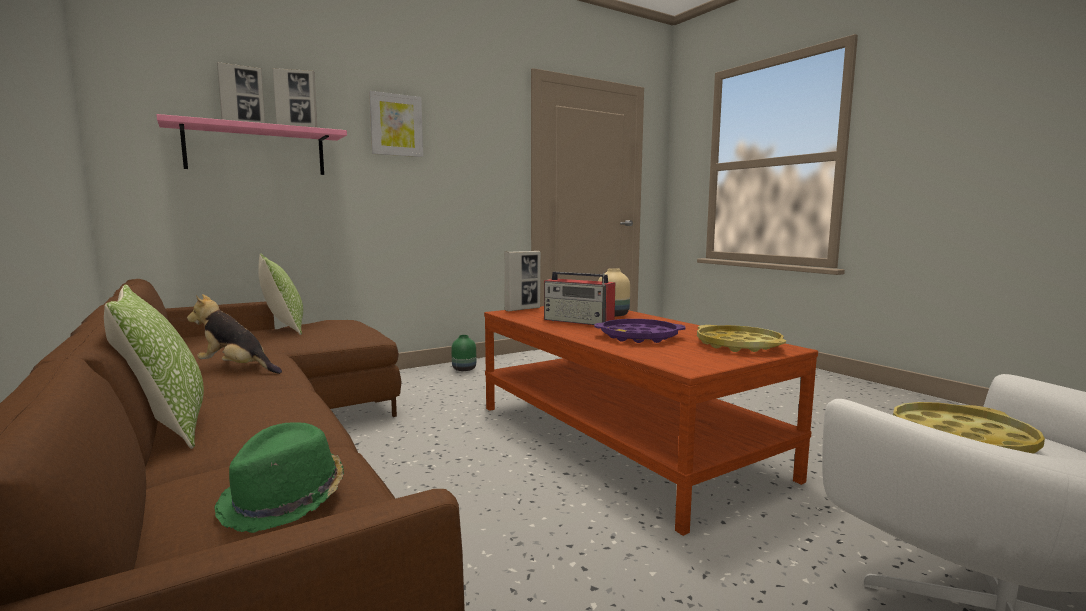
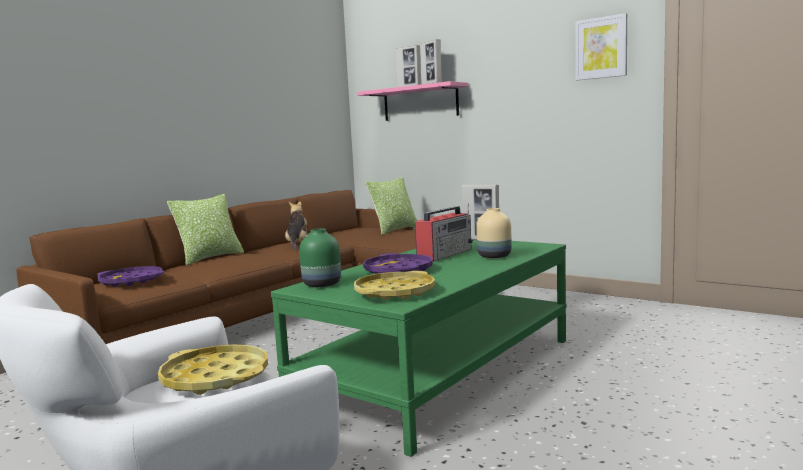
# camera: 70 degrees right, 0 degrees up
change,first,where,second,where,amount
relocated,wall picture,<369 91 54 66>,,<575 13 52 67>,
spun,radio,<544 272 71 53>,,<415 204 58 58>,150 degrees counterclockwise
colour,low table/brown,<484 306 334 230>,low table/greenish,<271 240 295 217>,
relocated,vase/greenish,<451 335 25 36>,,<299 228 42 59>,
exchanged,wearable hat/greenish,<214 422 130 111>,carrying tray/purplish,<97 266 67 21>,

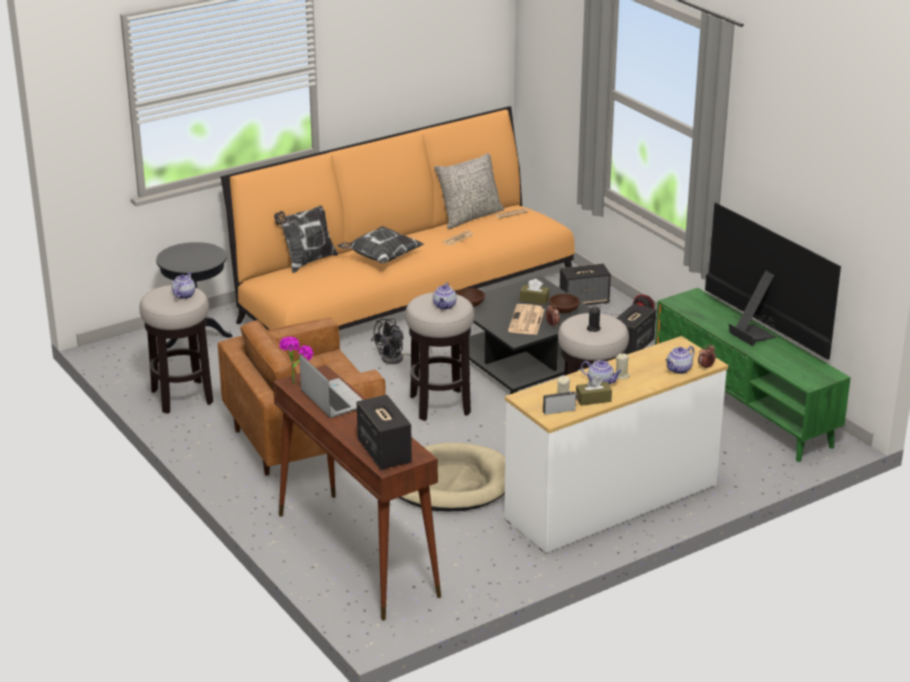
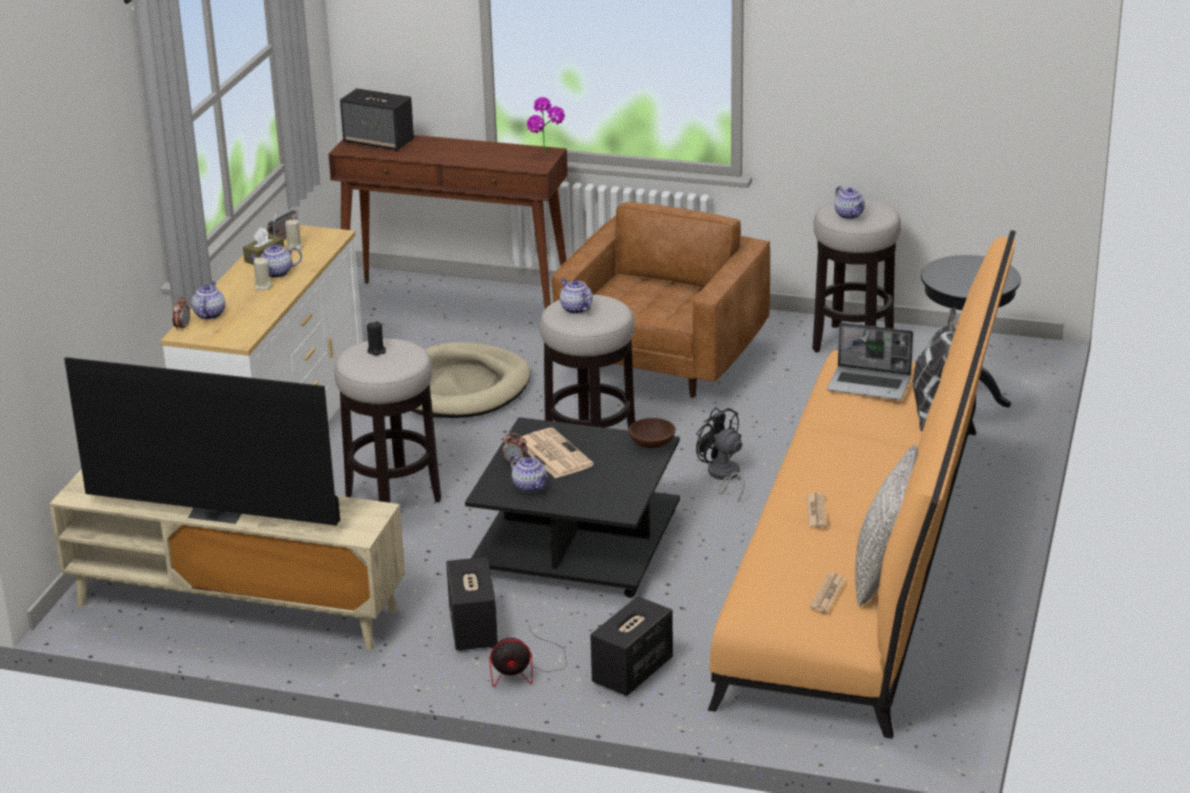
# camera: 140 degrees right, 0 degrees up
change,first,where,second,where,amount
missing,pillow,<338 226 86 37>,,,
missing,box of tissues/brown,<520 279 29 26>,,,
colour,tv stand/greenish,<655 288 196 174>,tv stand/beige,<49 469 356 181>,
exchanged,deep dish/brown,<549 294 31 19>,tea pot,<510 455 38 38>,
spun,electric fan/black-coloured,<371 318 61 46>,,<696 408 49 94>,45 degrees counterclockwise
relocated,laptop,<299 354 64 64>,,<827 322 86 78>,

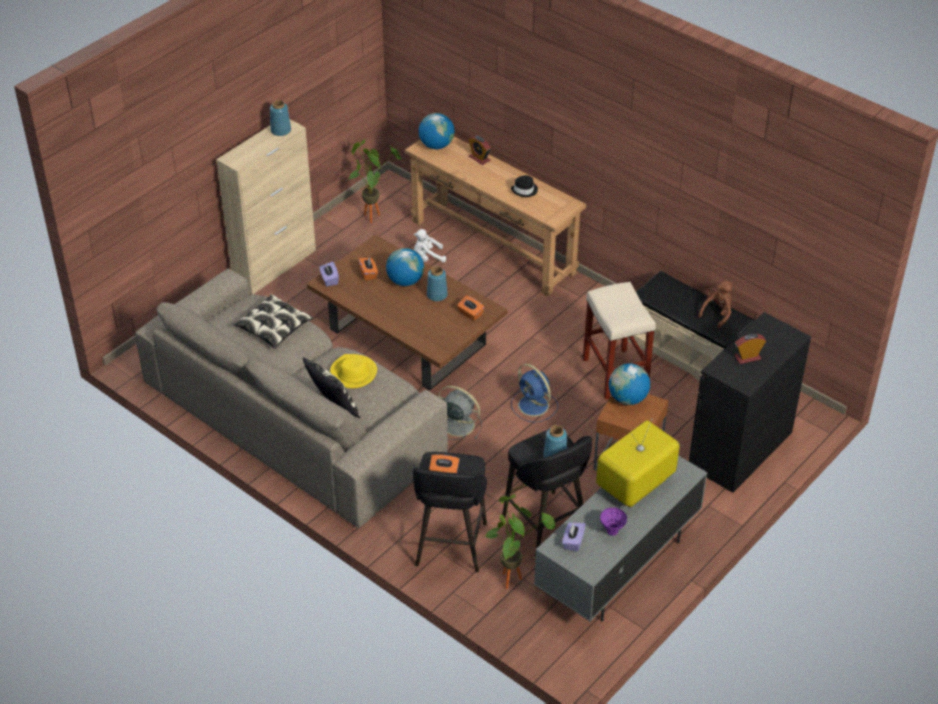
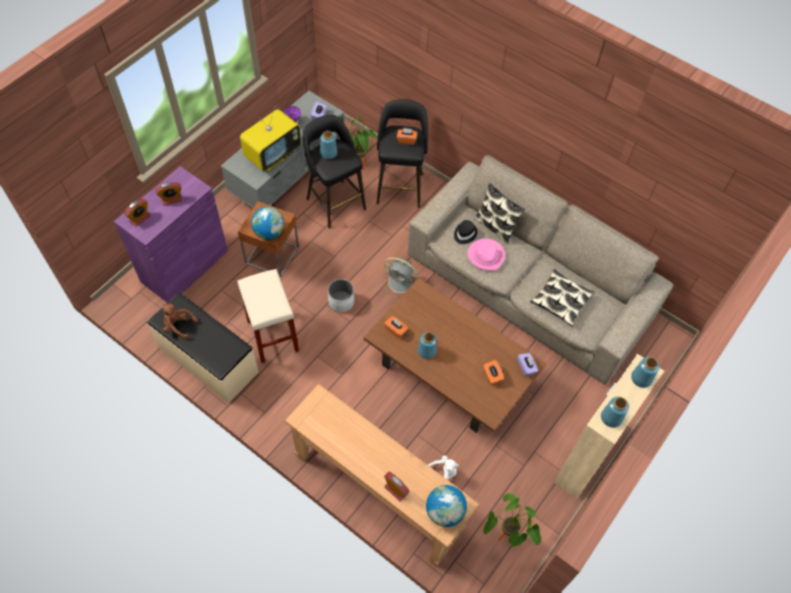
# camera: 175 degrees right, 15 degrees up
change,first,where,second,where,amount
relocated,wearable hat/black-coloured,<511 175 27 22>,,<454 220 23 24>,
missing,world globe,<386 248 38 38>,,,
spun,plush toy/brown,<698 281 35 47>,,<162 304 36 36>,75 degrees clockwise
colour,storage cabinet/black-coloured,<689 312 122 181>,storage cabinet/purplish,<114 166 114 137>,
colour,wearable hat/yellow-coloured,<330 354 47 34>,wearable hat/pinkish,<468 239 37 32>,
exchanged,electric fan/blue-coloured,<511 364 47 59>,flower pot/whitish,<328 279 26 33>,
appeared,,,bedside clock,<124 199 27 28>,
appeared,,,vase/blue-coloured,<631 357 29 31>,

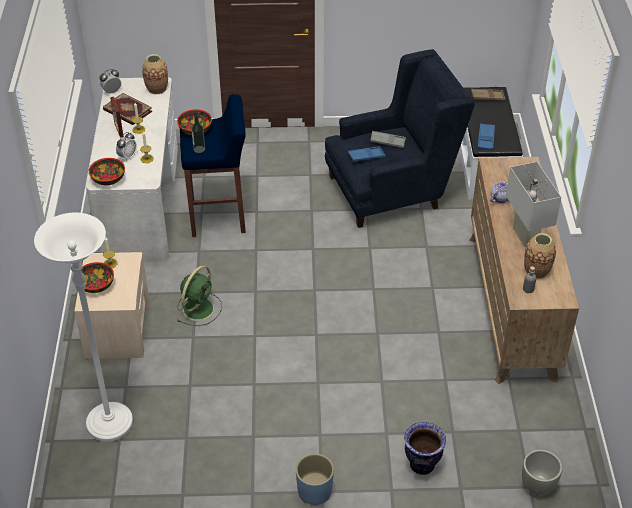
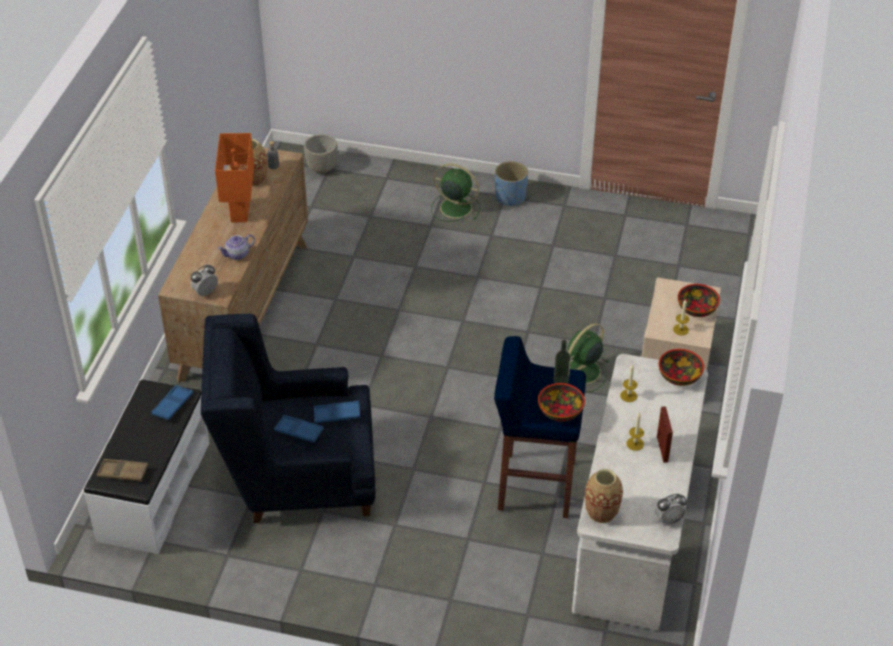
# camera: 165 degrees left, 0 degrees up
change,first,where,second,where,amount
missing,volume,<103 93 49 32>,,,
colour,carrying tray/greyish,<370 131 36 17>,carrying tray/blue-coloured,<274 415 50 28>,
relocated,bedside clock,<116 132 21 29>,,<191 265 27 31>,
colour,table lamp/whitish,<506 162 55 85>,table lamp/orangey,<215 133 39 89>,
missing,standard lamp/whitish,<34 212 99 230>,,,
missing,vase,<404 422 42 53>,,,
appeared,,,electric fan/greenish,<431 163 49 59>,

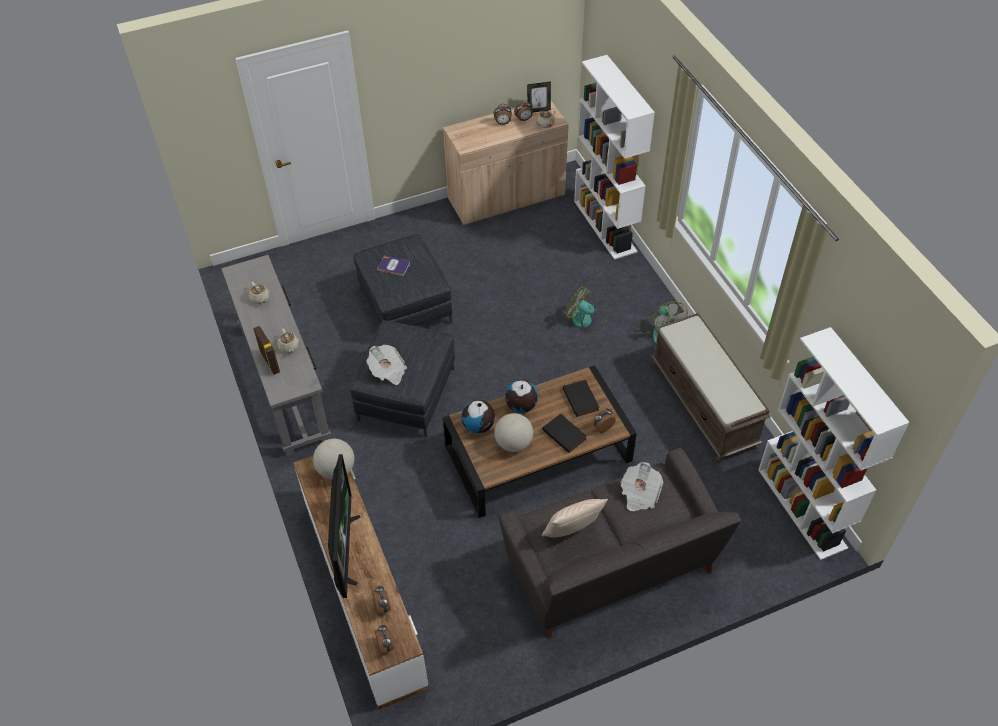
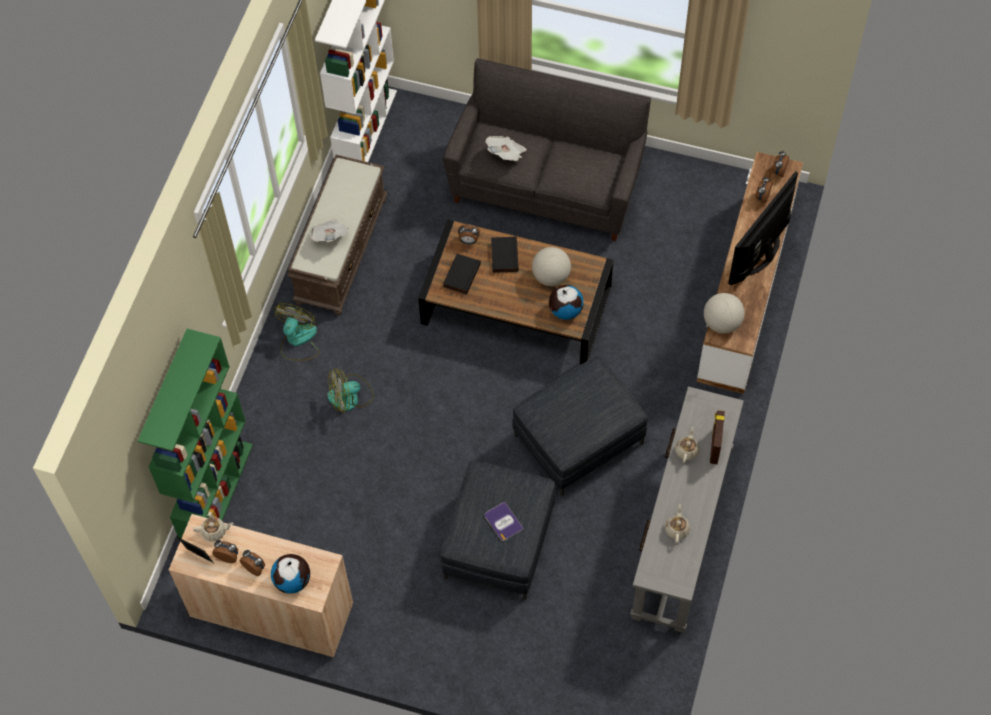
# camera: 140 degrees left, 10 degrees up
change,first,where,second,where,amount
colour,bookcase/whitish,<574 55 81 205>,bookcase/greenish,<138 329 115 209>,
spun,electric fan,<565 286 42 47>,,<327 368 47 44>,90 degrees clockwise
relocated,newspaper,<366 345 41 40>,,<310 219 39 23>,
relocated,world globe,<505 380 33 33>,,<271 554 39 40>,
missing,pillow/beige,<542 499 66 39>,,,

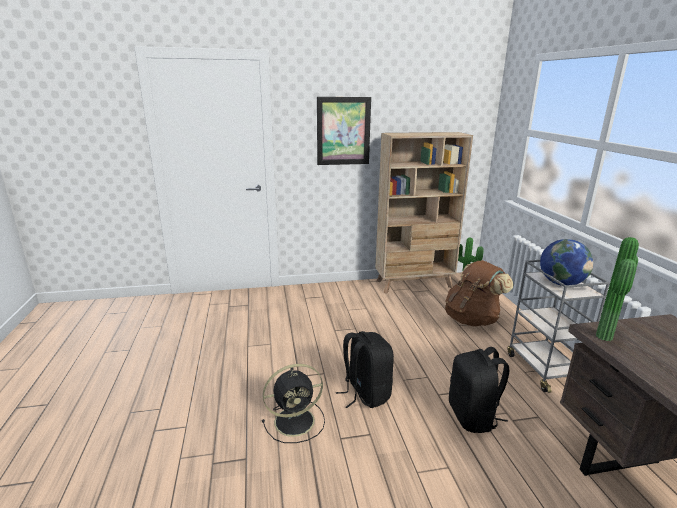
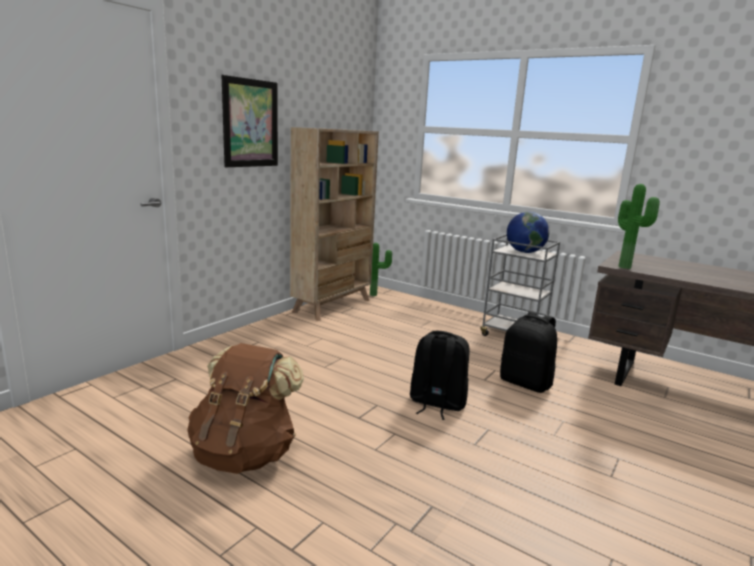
# camera: 45 degrees left, 5 degrees down
change,first,where,second,where,amount
relocated,rucksack/brown,<445 260 69 66>,,<187 343 117 131>,
missing,electric fan/black-coloured,<262 364 63 79>,,,

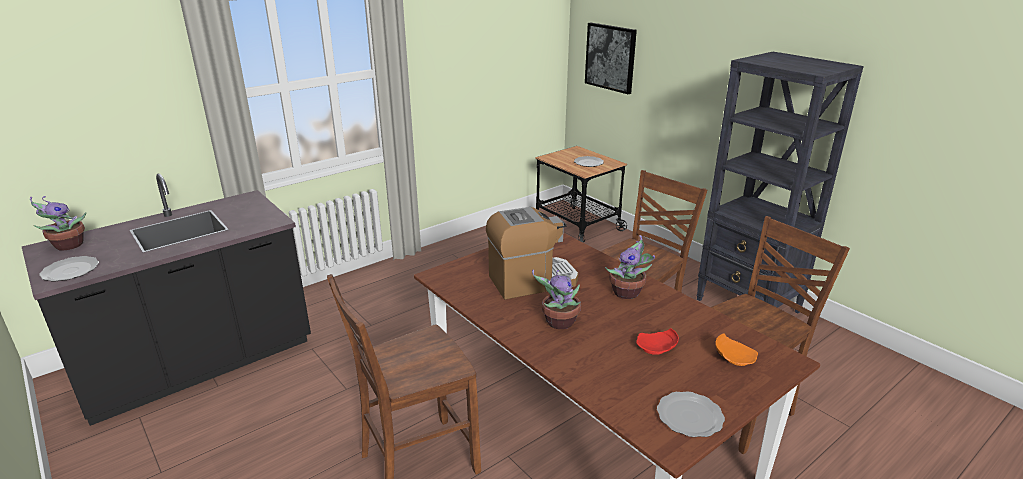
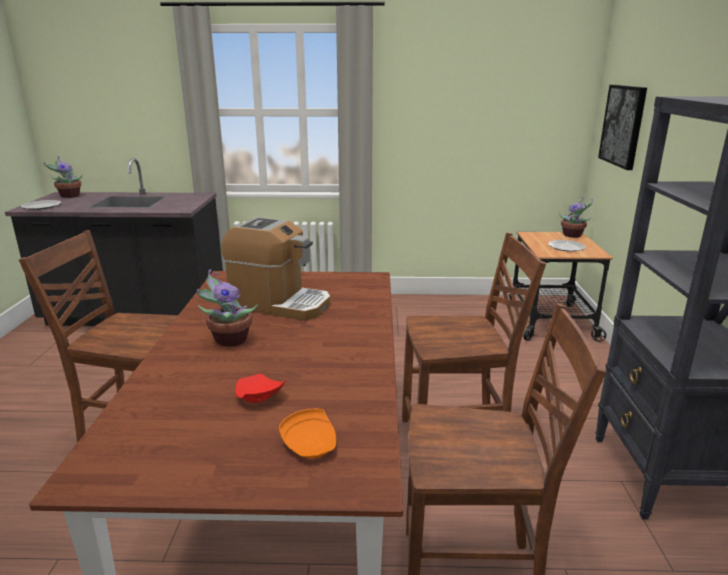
# camera: 40 degrees right, 5 degrees down
change,first,where,second,where,amount
relocated,plant in a pot,<605 235 50 64>,,<559 197 34 41>,
missing,plate,<657 391 68 46>,,,

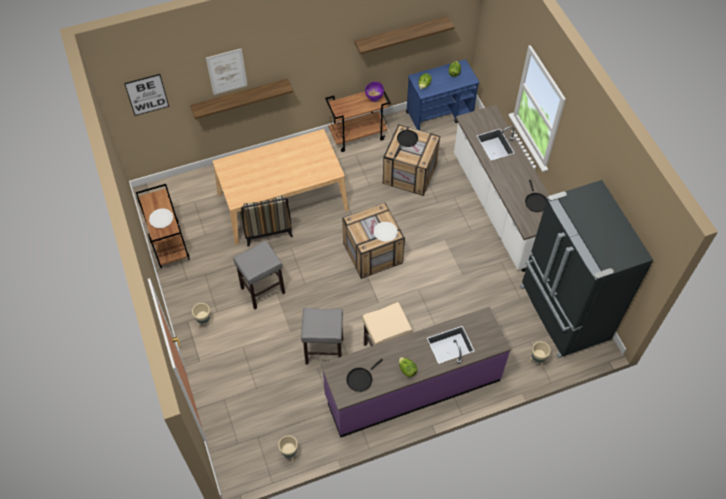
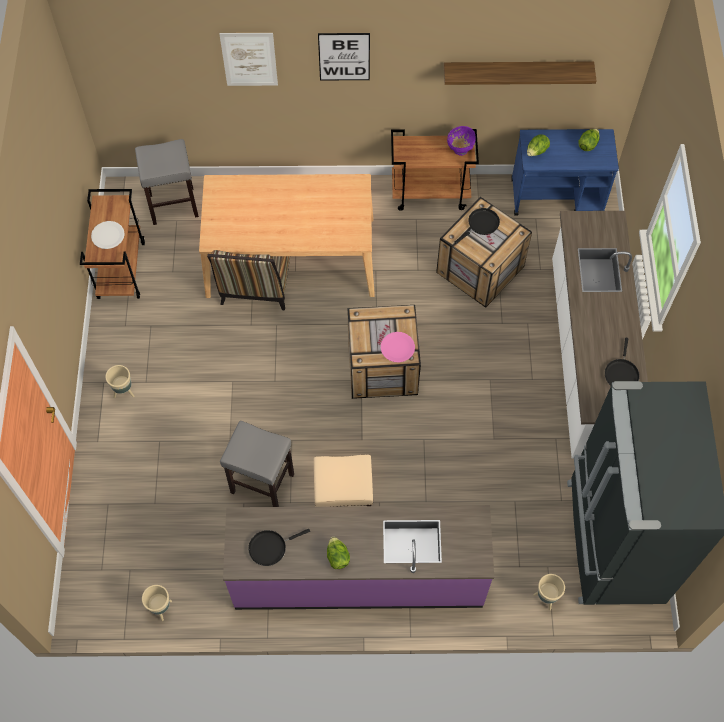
# camera: 20 degrees right, 5 degrees up
change,first,where,second,where,amount
relocated,wall picture,<124 74 45 42>,,<318 33 52 47>,
missing,wall shelf,<190 79 103 40>,,,
colour,plate/whitish,<374 222 23 20>,plate/pinkish,<381 332 34 30>,
relocated,sitting stool/greyish,<233 241 52 68>,,<135 139 64 86>,

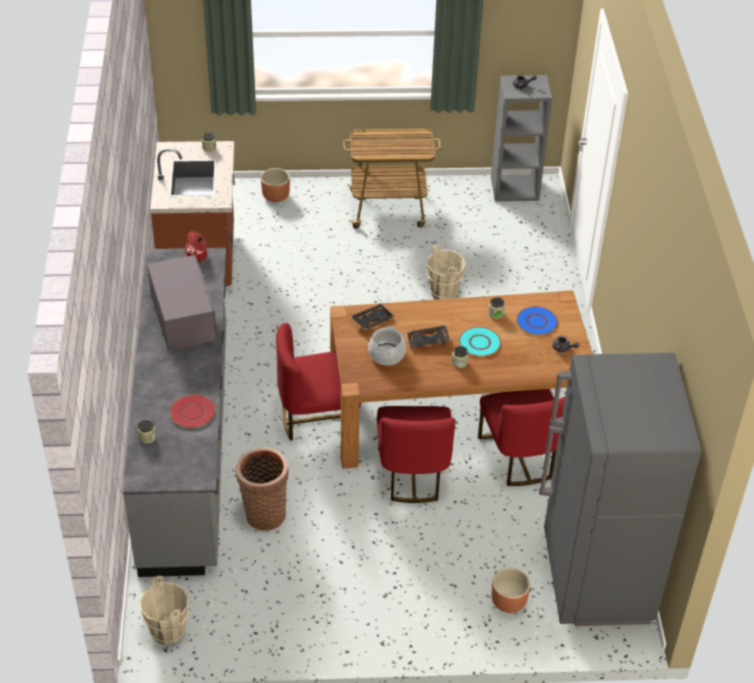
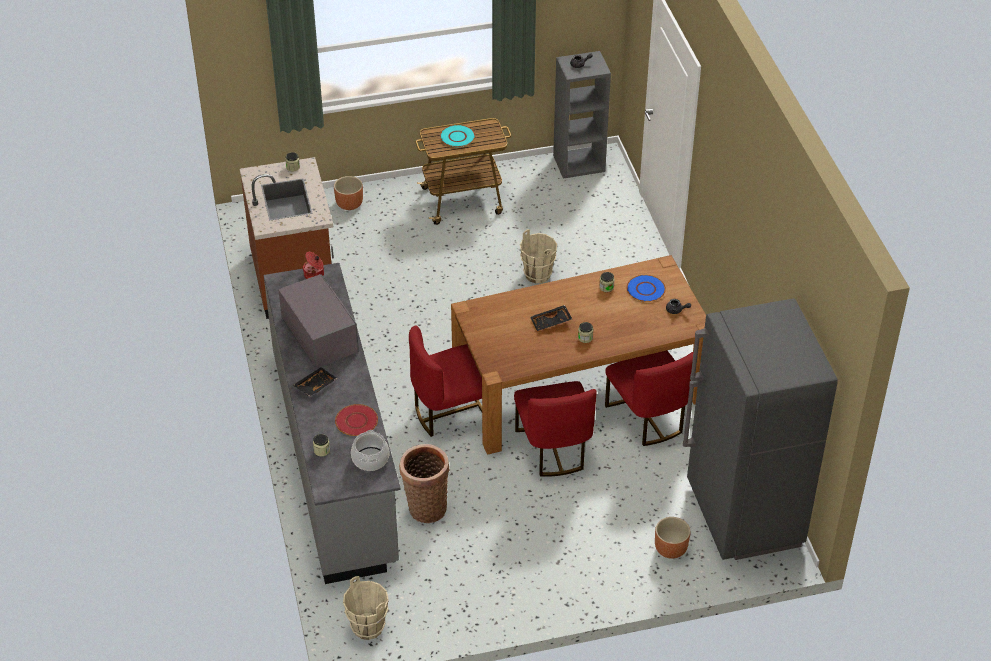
# camera: 10 degrees left, 0 degrees up
change,first,where,second,where,amount
relocated,carrying tray/black-coloured,<351 304 44 25>,,<293 367 45 29>,
relocated,cooking pot,<368 326 38 39>,,<351 430 39 41>,
relocated,plate/turquoise,<459 327 42 30>,,<440 125 35 22>,

